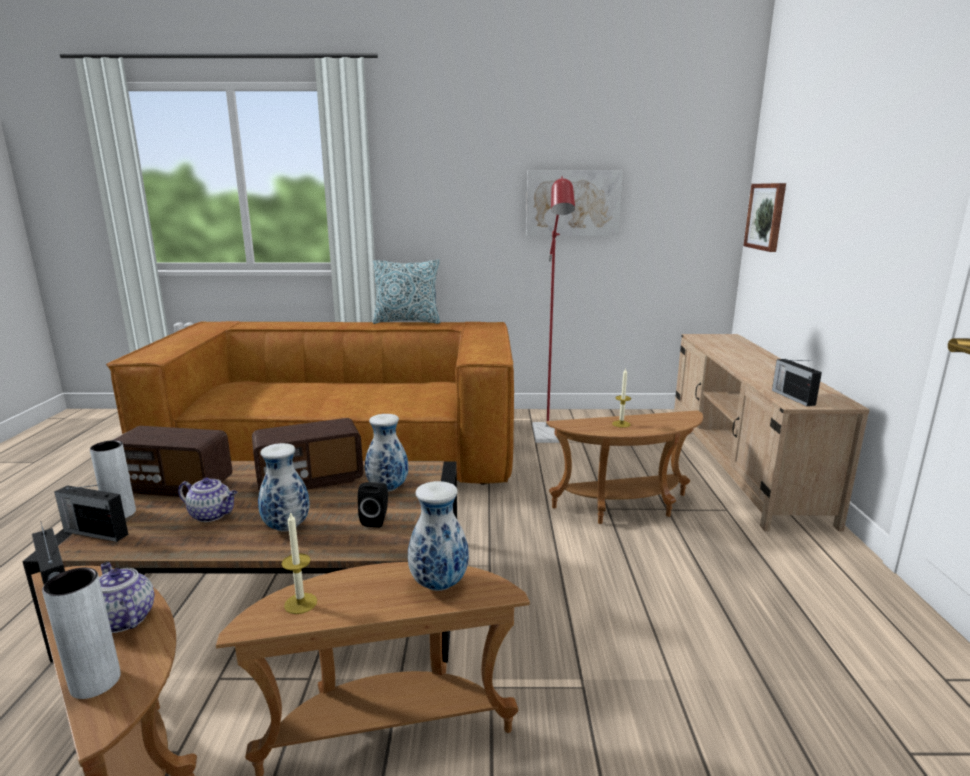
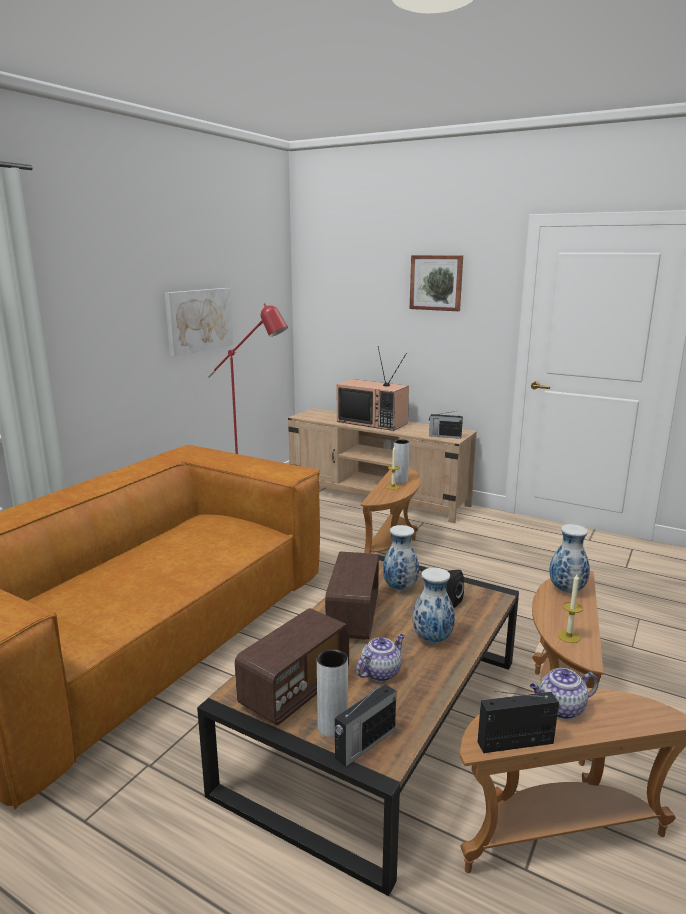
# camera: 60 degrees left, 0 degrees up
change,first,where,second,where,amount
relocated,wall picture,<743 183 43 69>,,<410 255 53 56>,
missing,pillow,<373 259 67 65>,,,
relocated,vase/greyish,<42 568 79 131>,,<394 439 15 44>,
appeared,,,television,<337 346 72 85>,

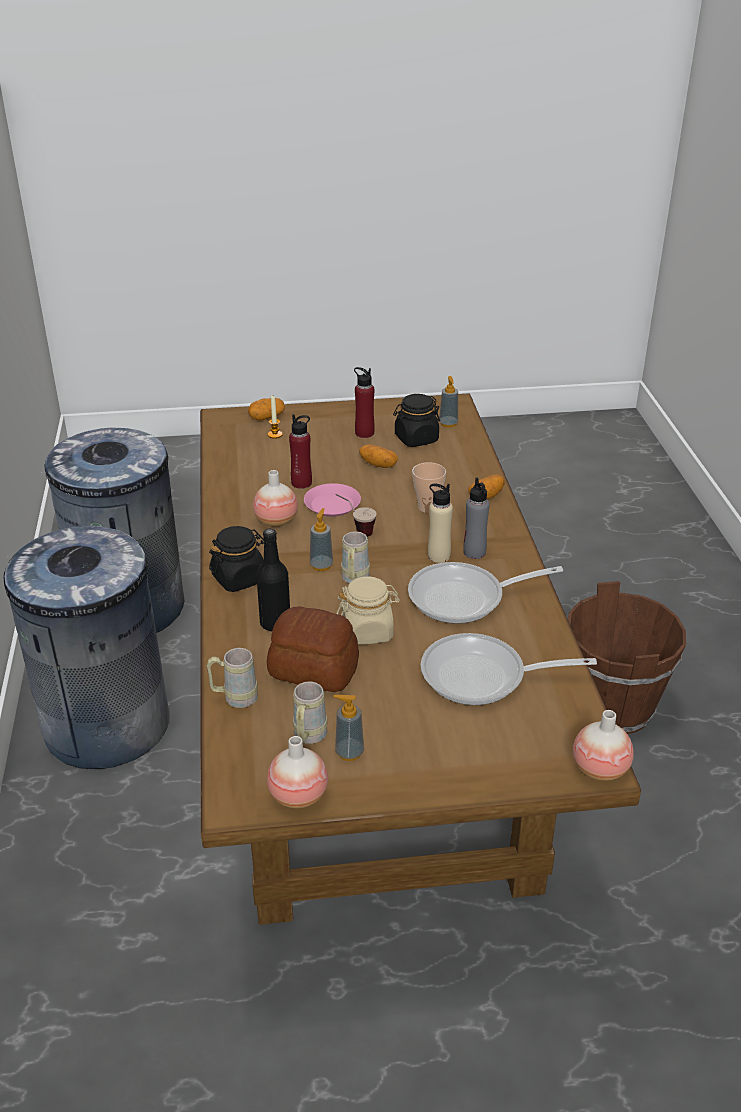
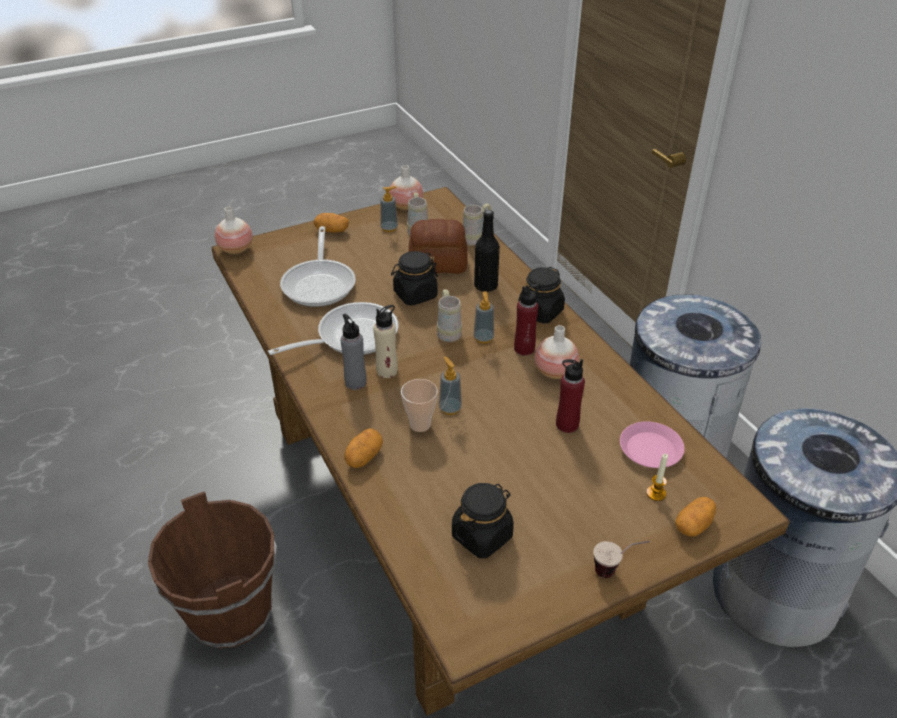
# camera: 160 degrees right, 5 degrees up
change,first,where,second,where,amount
relocated,bottle/red,<354 367 21 71>,,<514 284 26 71>,
relocated,liquid soap bottle,<439 376 19 52>,,<439 356 23 59>,
relocated,potato,<359 445 39 23>,,<313 213 36 19>,
relocated,plate/pinkish,<304 483 57 34>,,<620 421 65 47>,
relocated,drinking cup,<335 494 42 43>,,<593 541 57 37>,
colour,storage jar/beige,<337 576 63 69>,storage jar/black-coloured,<391 251 47 55>,
spun,skillet,<421 633 176 72>,,<280 226 76 81>,105 degrees clockwise

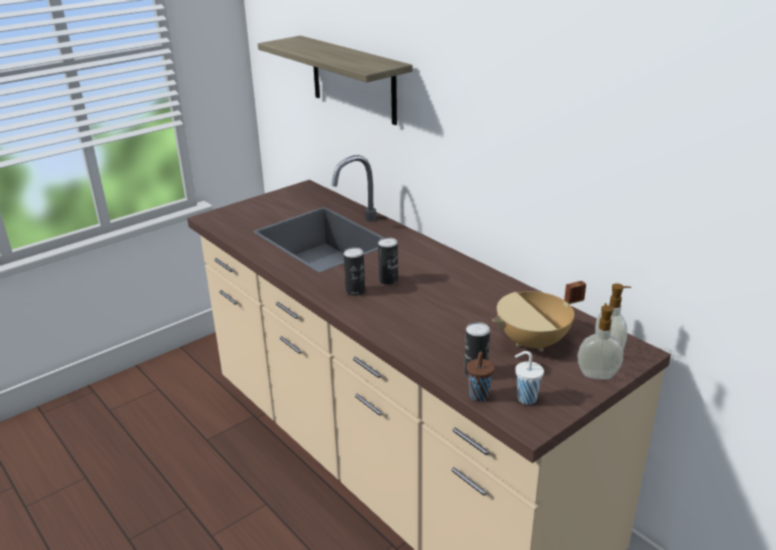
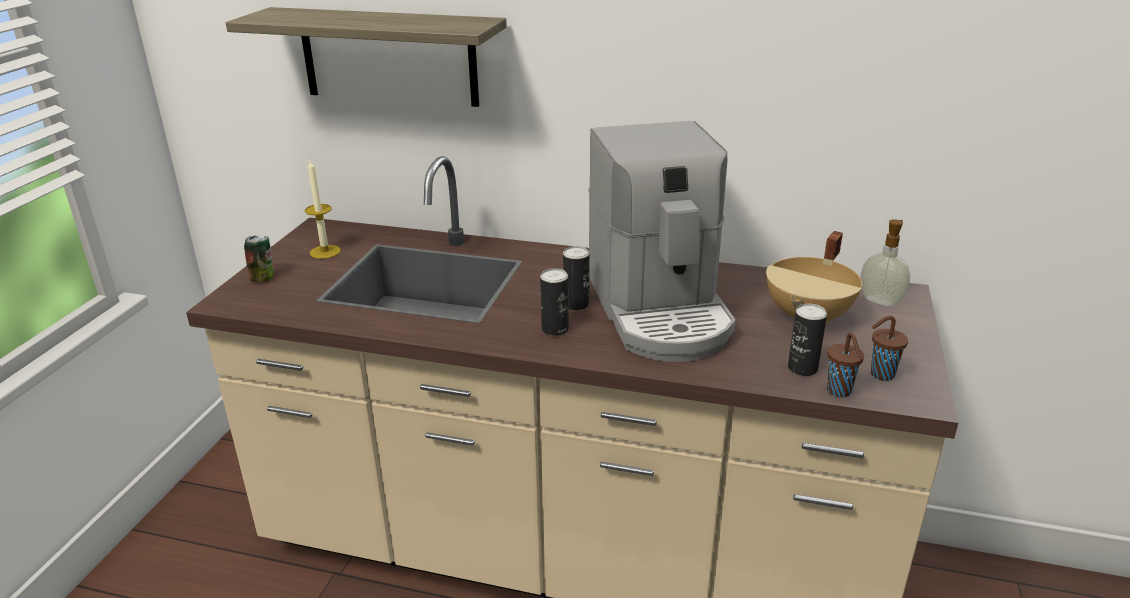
# camera: 35 degrees left, 0 degrees up
change,first,where,second,where,amount
missing,liquid soap bottle,<578 303 45 76>,,,
colour,drinking cup/whitish,<515 351 29 54>,drinking cup/brown,<871 316 37 65>,
appeared,,,coffee maker,<588 121 148 241>,
appeared,,,candle,<305 160 36 99>,
appeared,,,can,<244 235 29 47>,

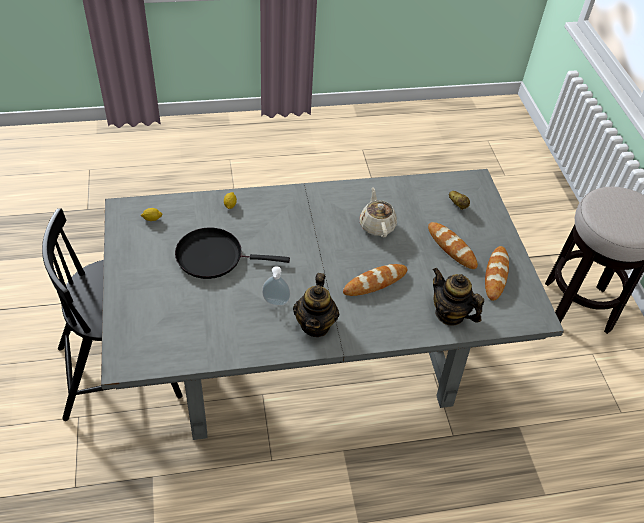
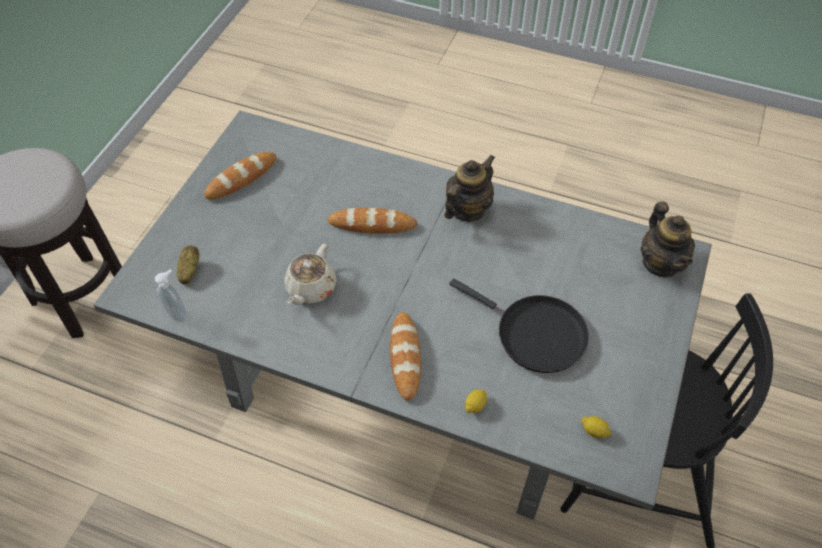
# camera: 145 degrees left, 5 degrees up
change,first,where,second,where,amount
relocated,bakery bread,<428 222 50 47>,,<390 312 31 89>,
relocated,liquid soap bottle,<262 266 28 40>,,<155 270 32 52>,
relocated,tea pot,<433 268 51 58>,,<641 201 54 76>,

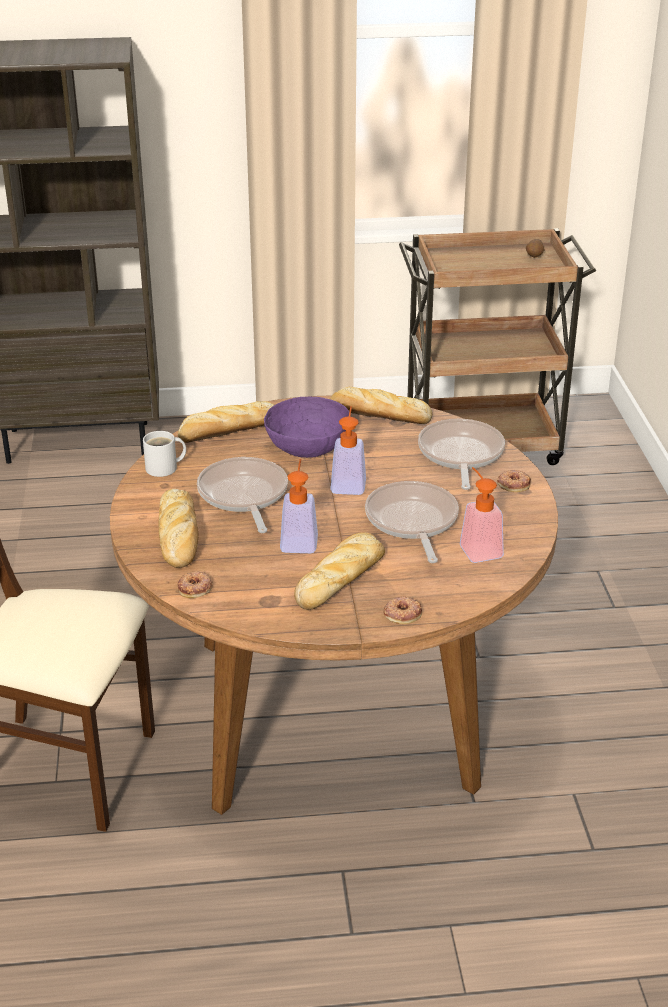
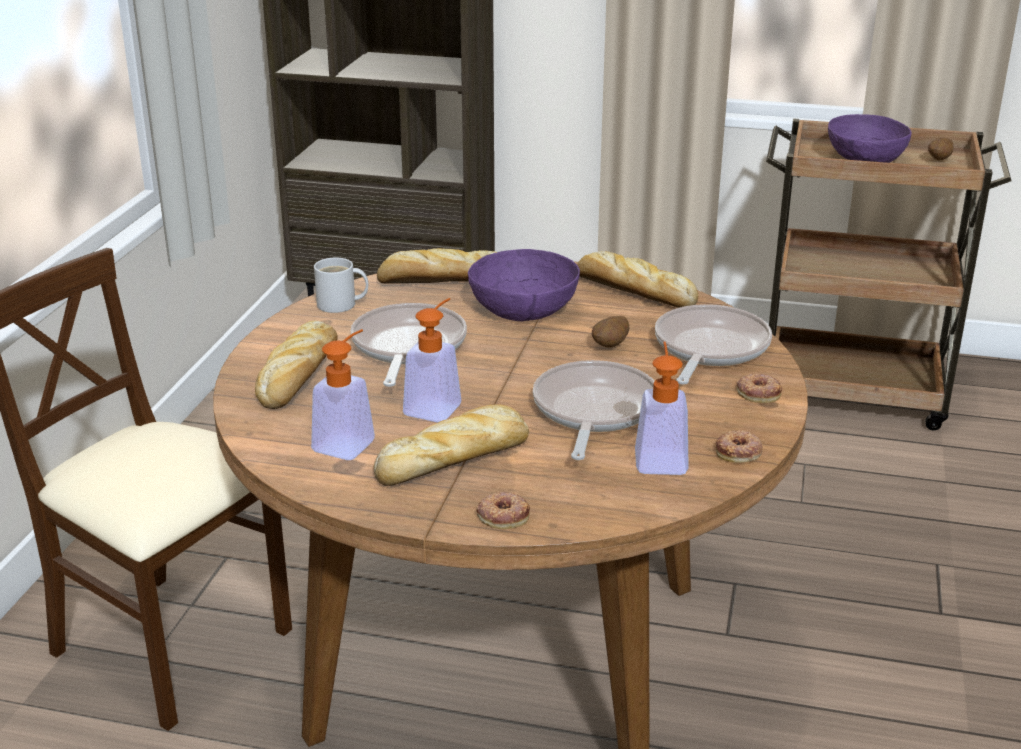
# camera: 20 degrees right, 5 degrees down
change,first,where,second,where,amount
relocated,liquid soap bottle,<330 406 36 89>,,<311 329 64 131>,
relocated,doughnut,<178 571 34 27>,,<716 430 47 33>,
appeared,,,deep dish/purplish,<828 114 83 49>,
appeared,,,potato,<592 316 37 31>,

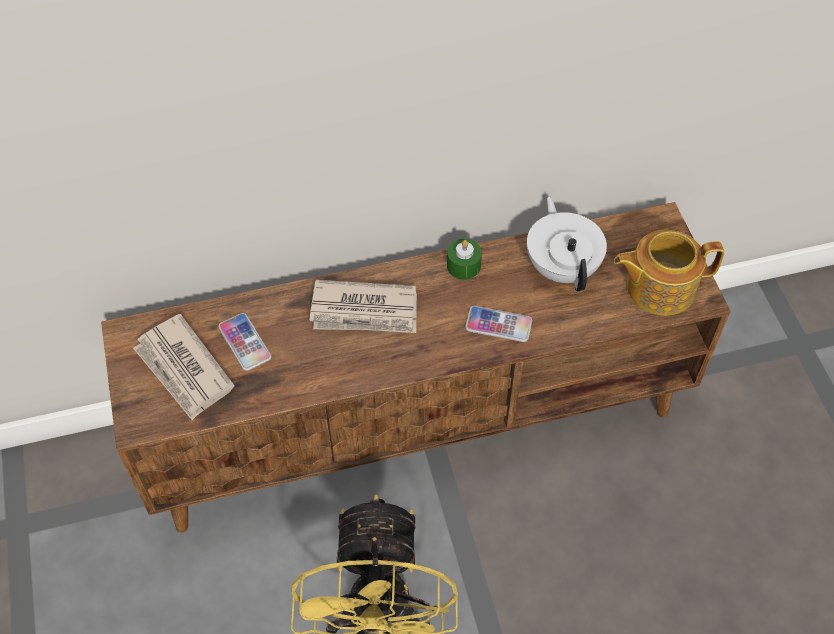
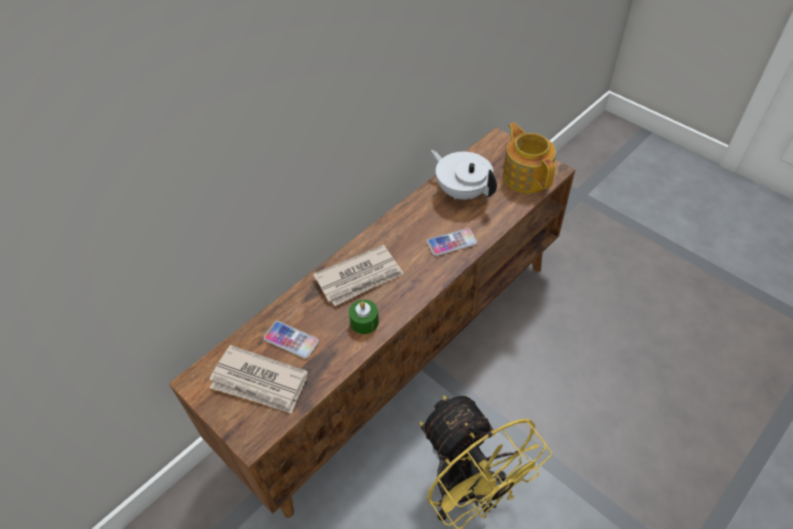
# camera: 30 degrees left, 5 degrees down
change,first,where,second,where,amount
spun,tea pot,<614 230 110 86>,,<503 122 53 72>,105 degrees clockwise
relocated,candle/greenish,<447 239 35 41>,,<349 299 30 35>,

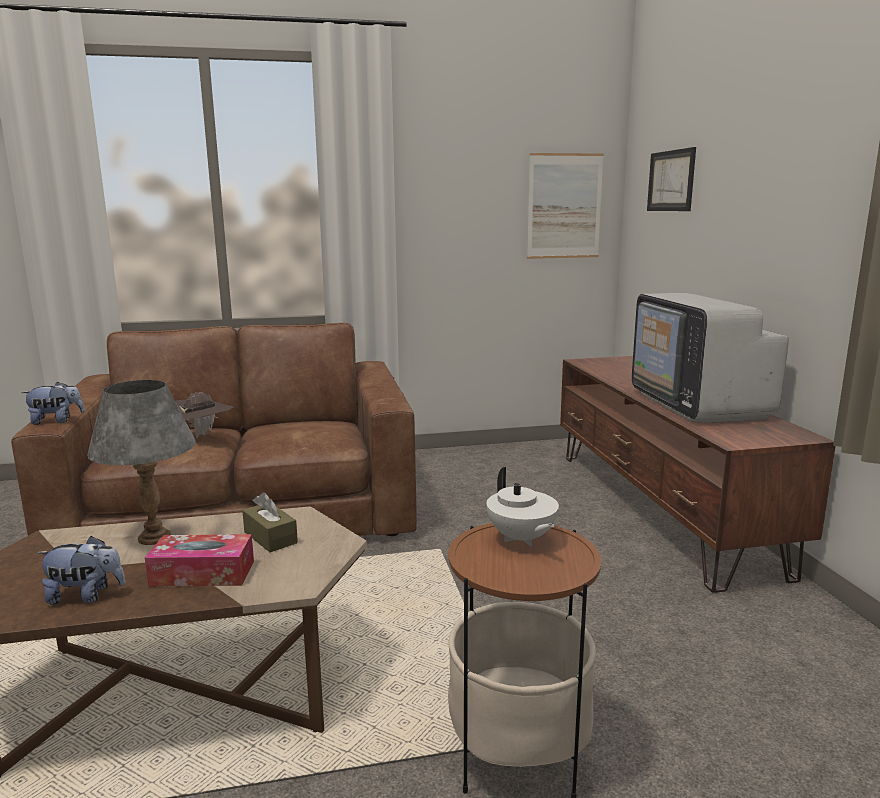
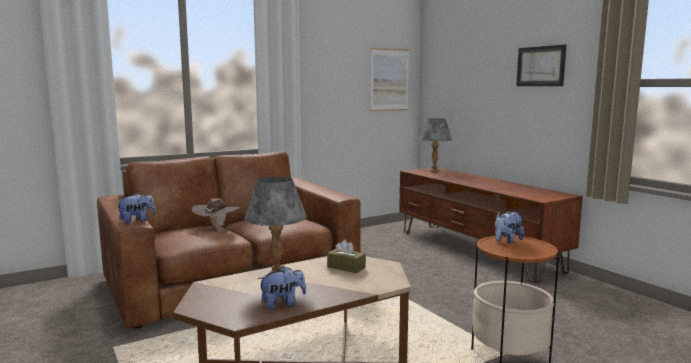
# camera: 20 degrees left, 5 degrees down
change,first,where,second,where,amount
relocated,wall picture,<647 147 49 64>,,<516 44 50 42>,
missing,television,<632 293 157 130>,,,
exchanged,tea pot/whitish,<487 467 72 79>,plush toy,<495 212 30 32>,
missing,box of tissues,<145 534 109 53>,,,
appeared,,,table lamp/greyish,<419 118 33 54>,

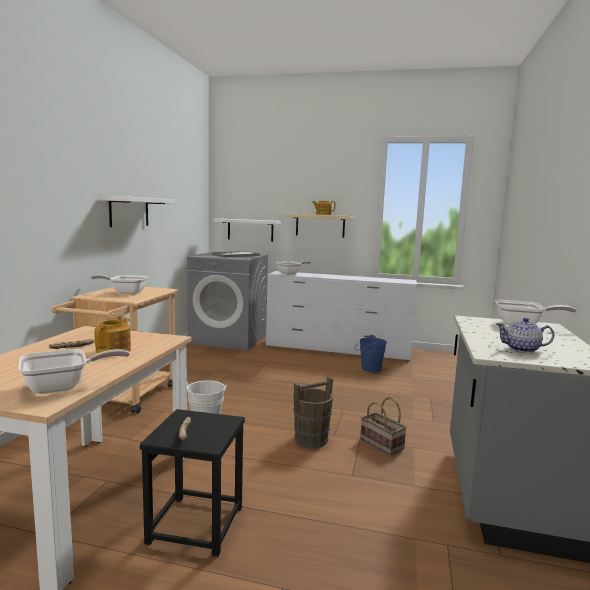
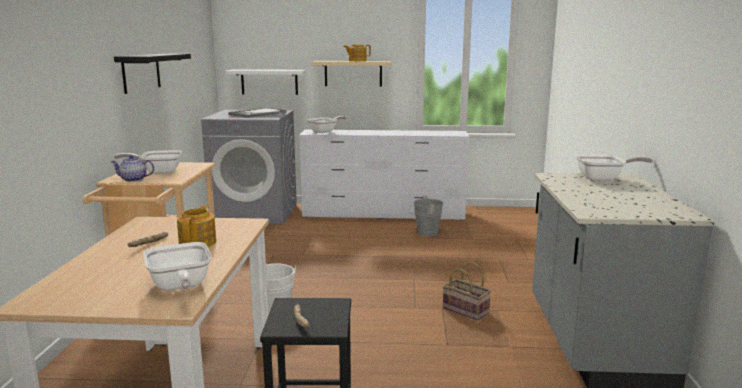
# camera: 10 degrees left, 5 degrees up
change,first,where,second,where,amount
colour,wall shelf/whitish,<101 196 74 31>,wall shelf/black-coloured,<114 54 77 40>,
relocated,tea pot,<496 318 58 35>,,<111 155 43 27>,
colour,bucket/blue-coloured,<359 335 28 37>,bucket/greyish,<408 196 35 41>,
spun,skillet,<18 349 112 45>,,<143 242 69 49>,105 degrees clockwise
missing,bucket/brown,<293 377 40 71>,,,

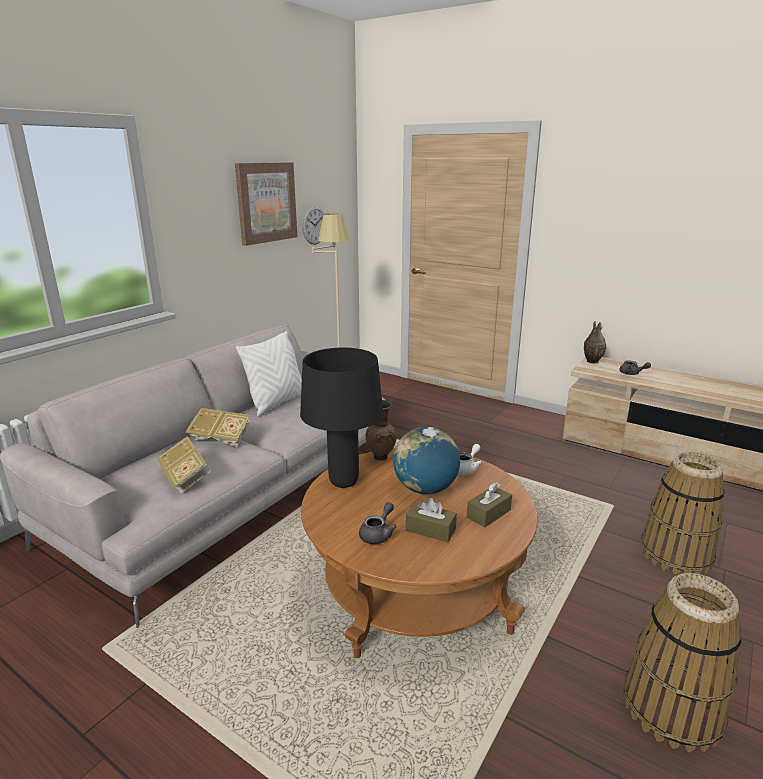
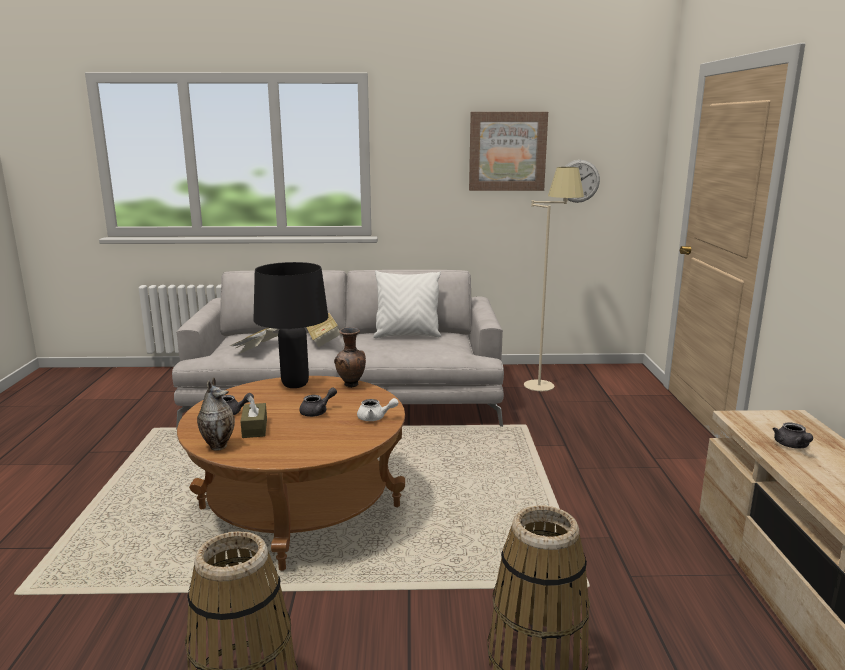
# camera: 55 degrees right, 5 degrees down
change,first,where,second,where,amount
relocated,vase,<584 321 22 43>,,<197 377 38 74>,
exchanged,world globe,<393 427 67 67>,tea pot/greyish,<300 387 37 30>,
missing,box of tissues/brown,<467 482 45 45>,,,

